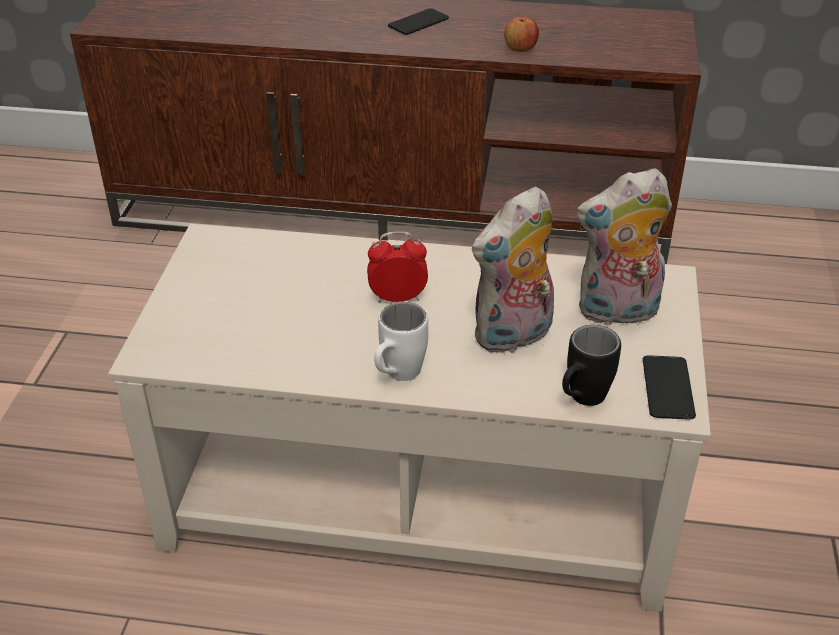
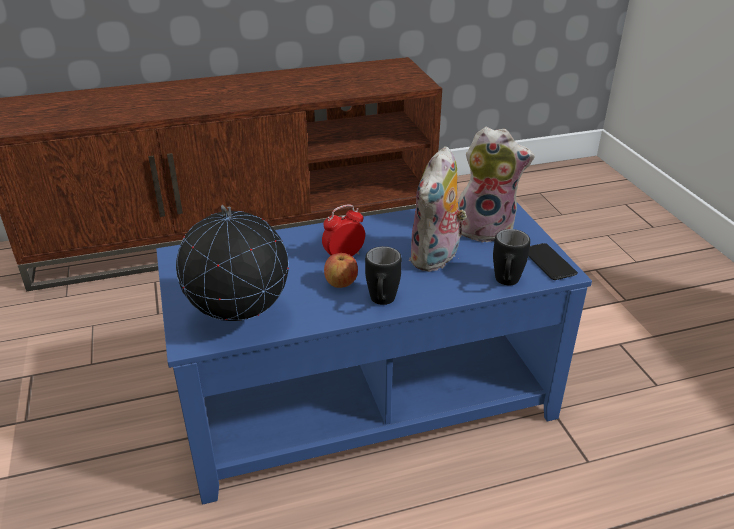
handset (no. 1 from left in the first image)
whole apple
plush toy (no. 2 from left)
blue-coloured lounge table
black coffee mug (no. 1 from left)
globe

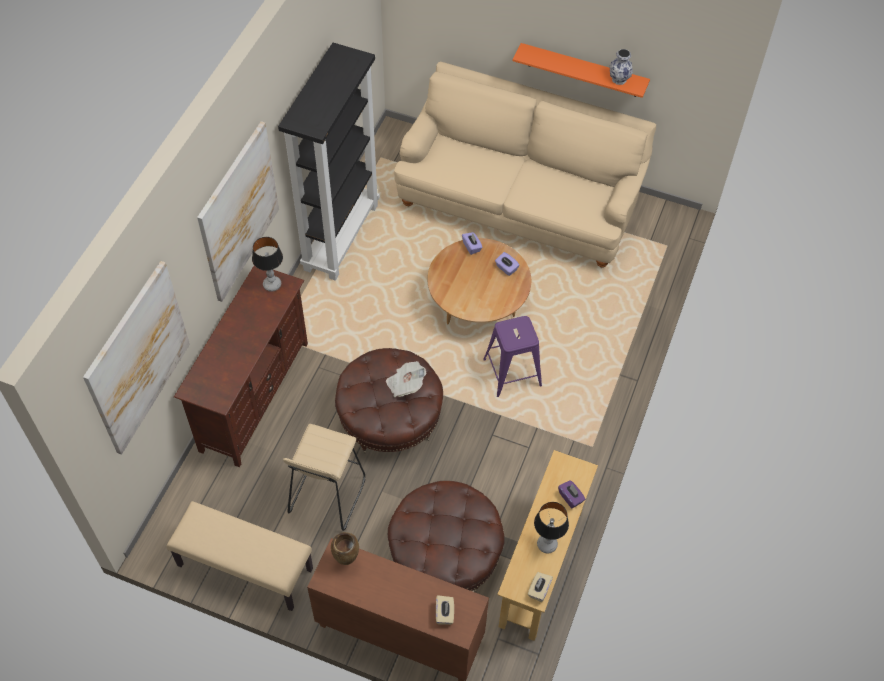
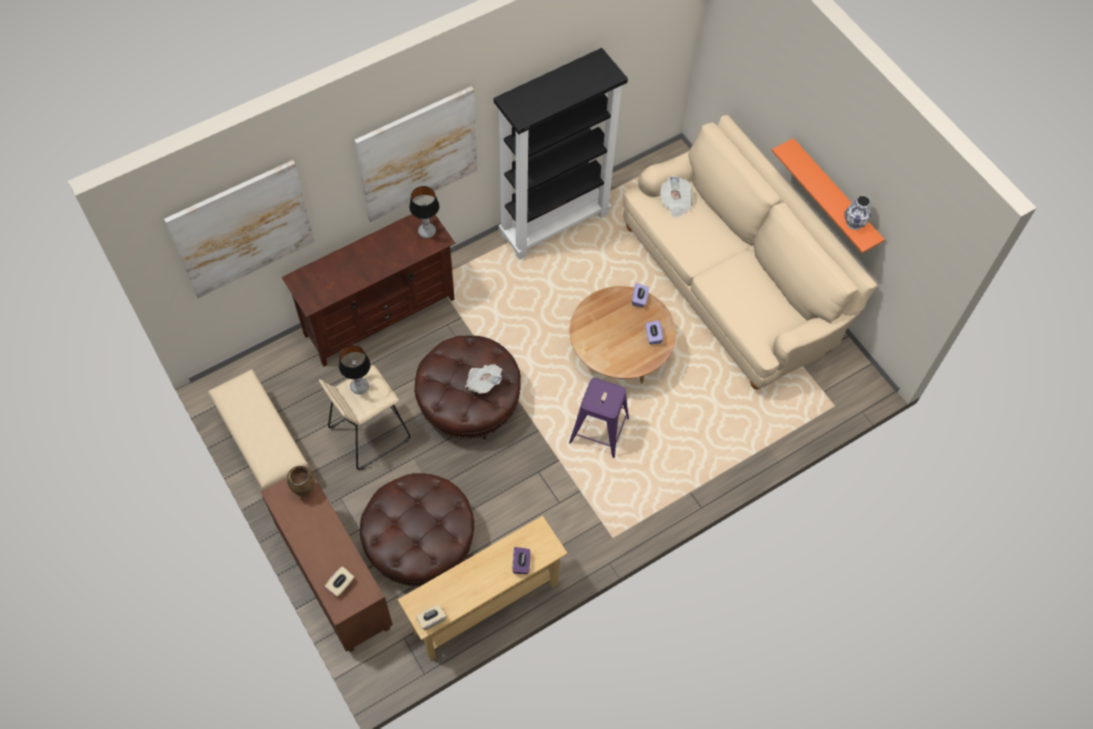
table lamp (no. 1 from left)
printed paper (no. 2 from left)

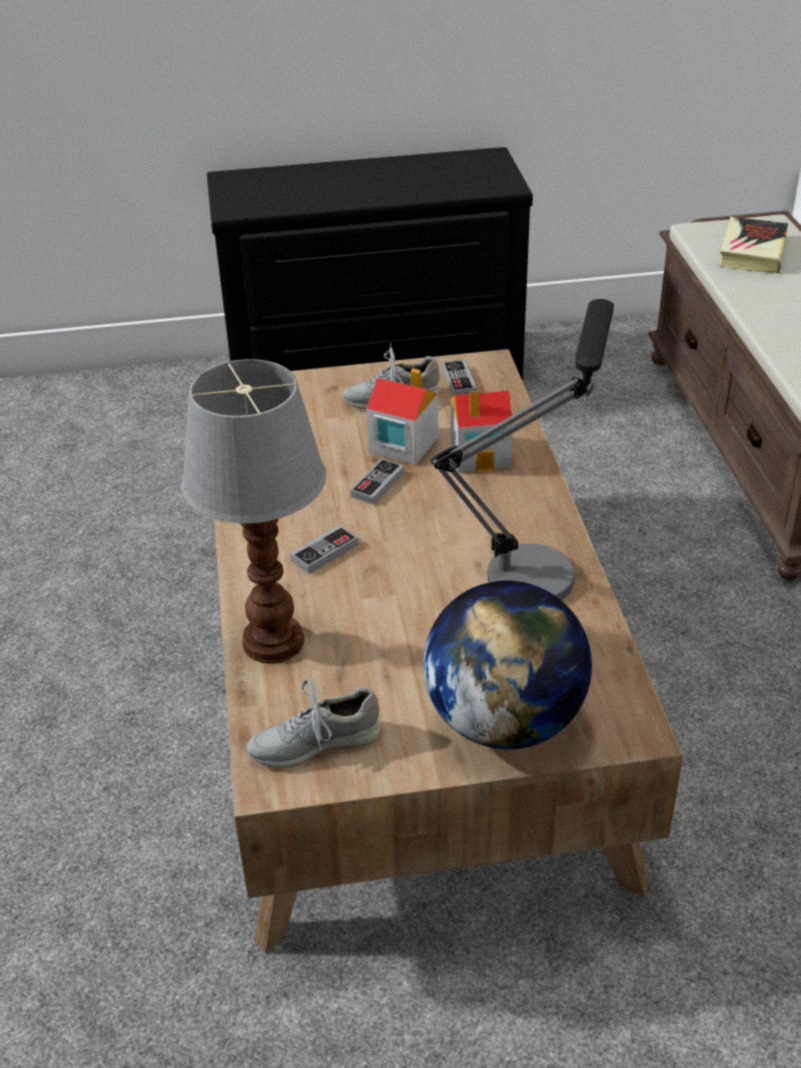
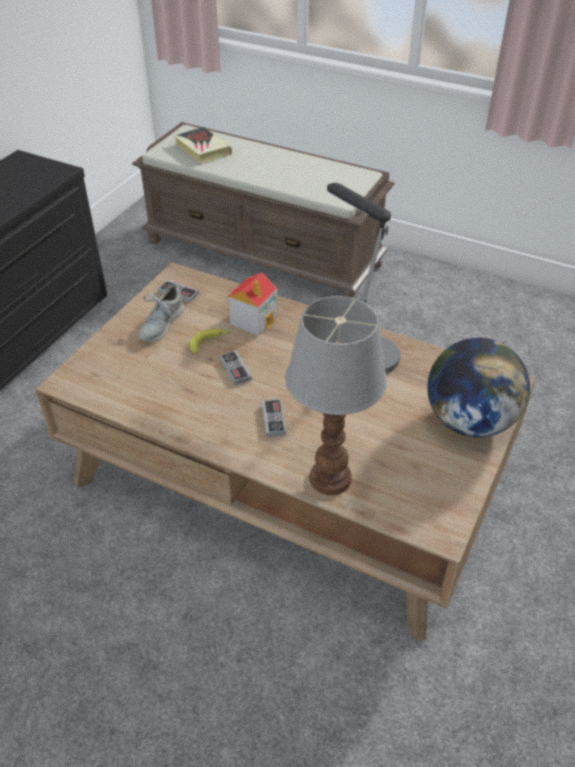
banana fruit
grey shoe (no. 1 from left in the first image)

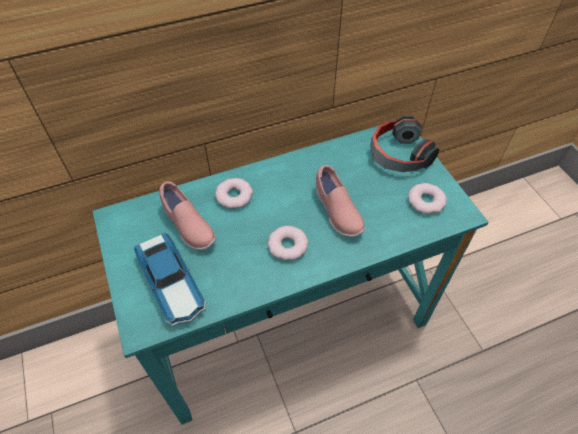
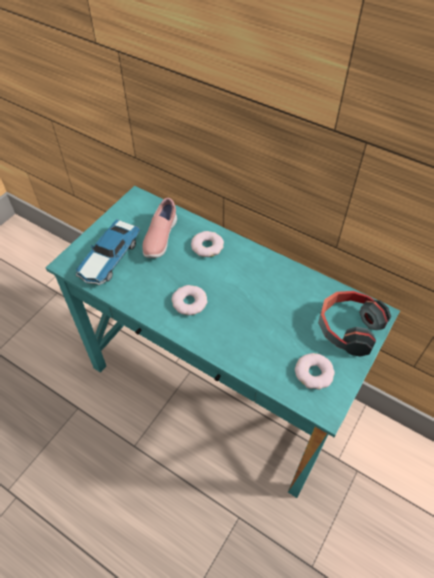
pink-coloured shoe (no. 2 from left in the first image)

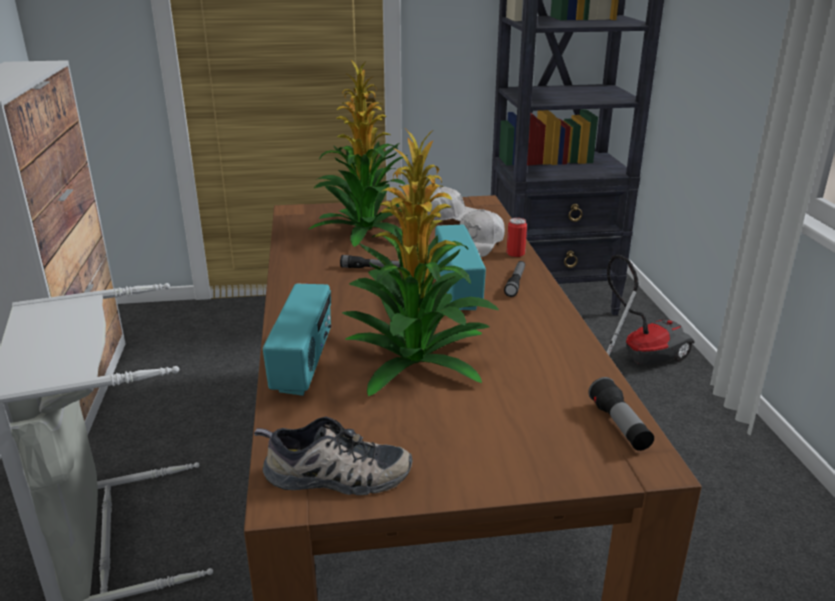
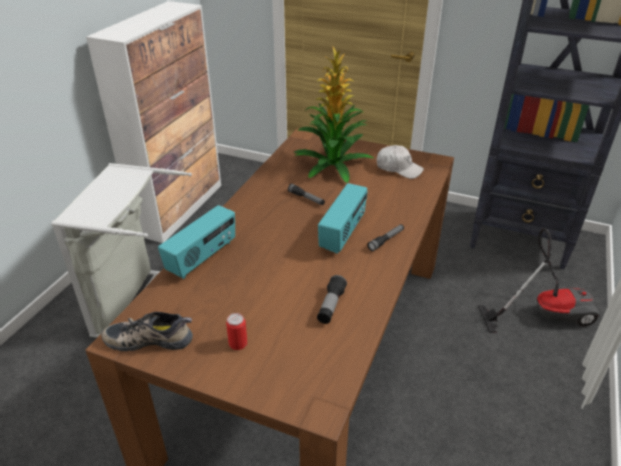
potted plant (no. 2 from left in the first image)
white peaked cap (no. 2 from left in the first image)
can
torch (no. 2 from left)
shoe

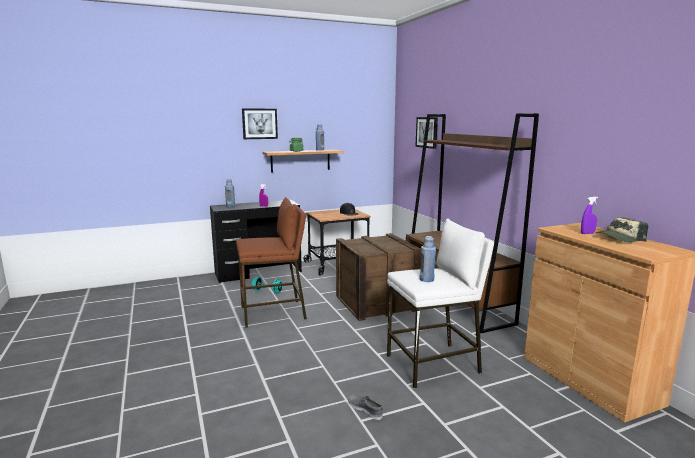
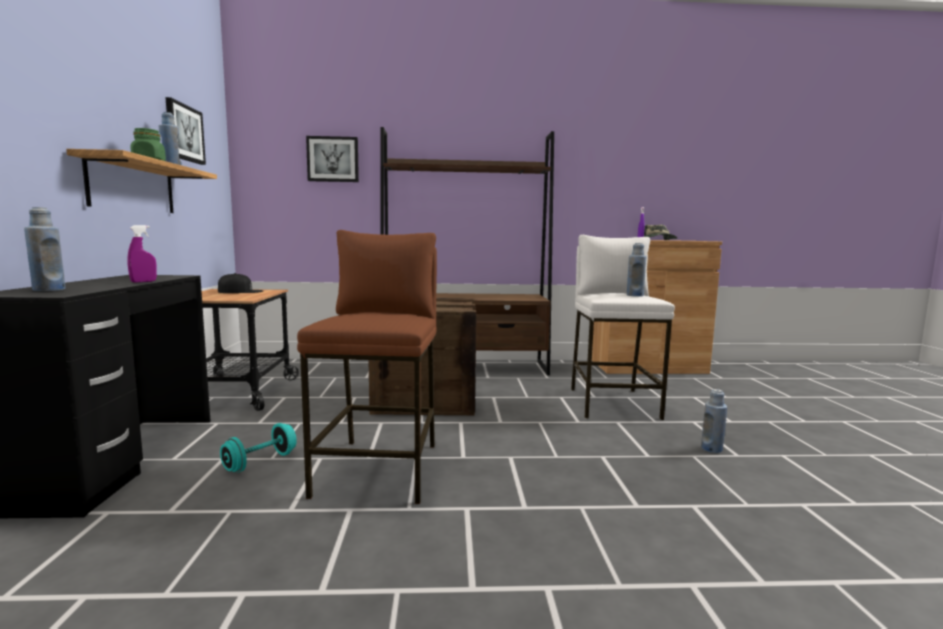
picture (no. 1 from left)
blue-coloured bottle (no. 4 from left)

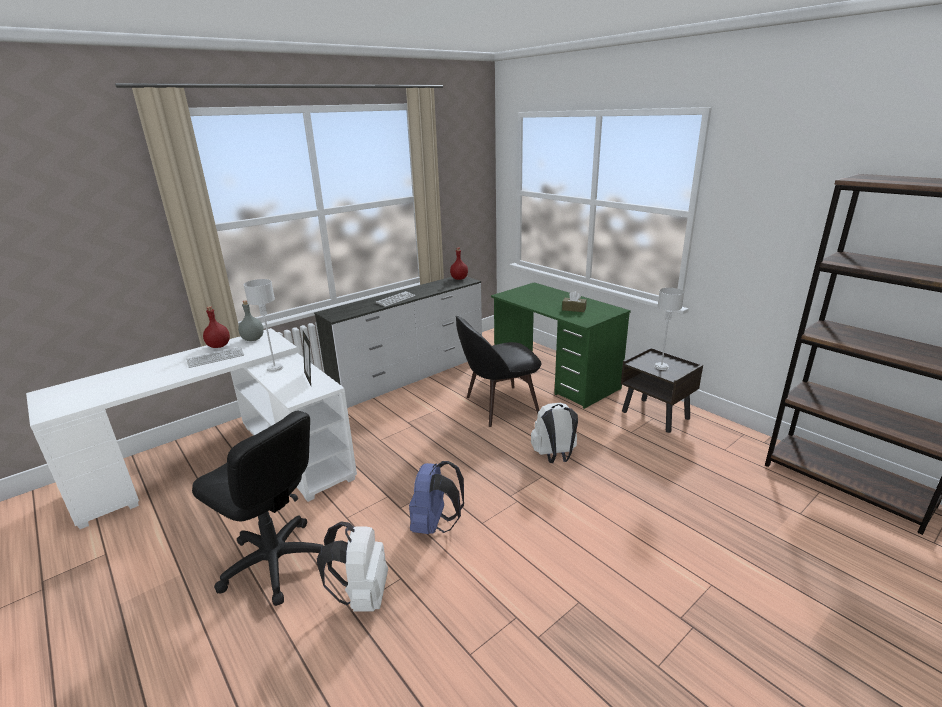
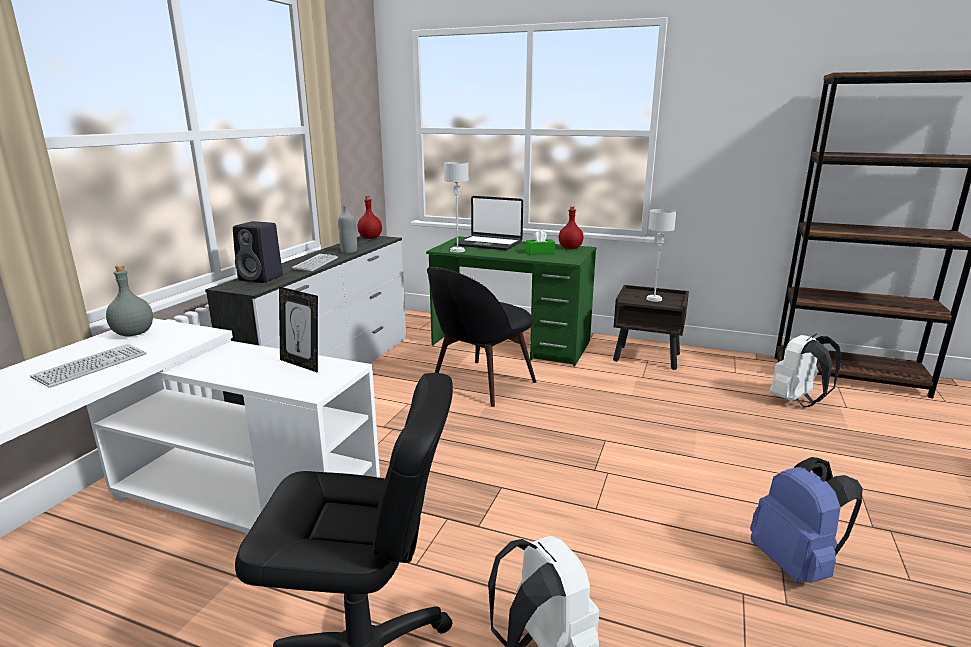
grey table lamp (no. 1 from left)
greenish tissue holder
red bottle (no. 2 from left)
white backpack (no. 2 from left)
blue-coloured backpack
laptop
grey bottle (no. 2 from left)
black audio speaker

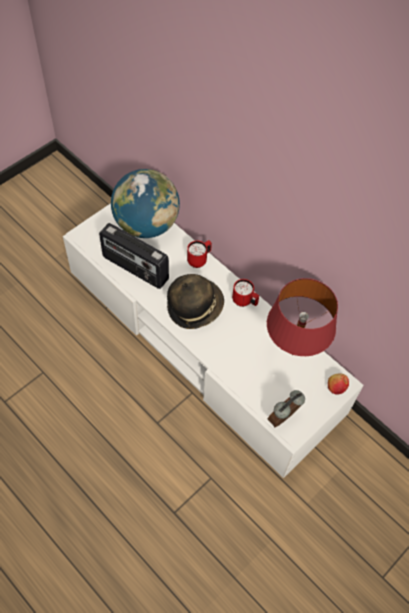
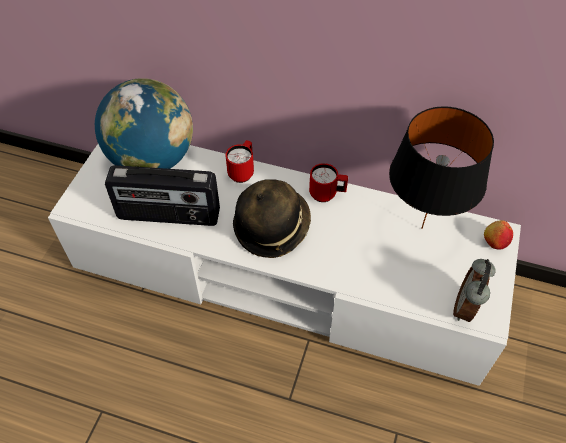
black table lamp

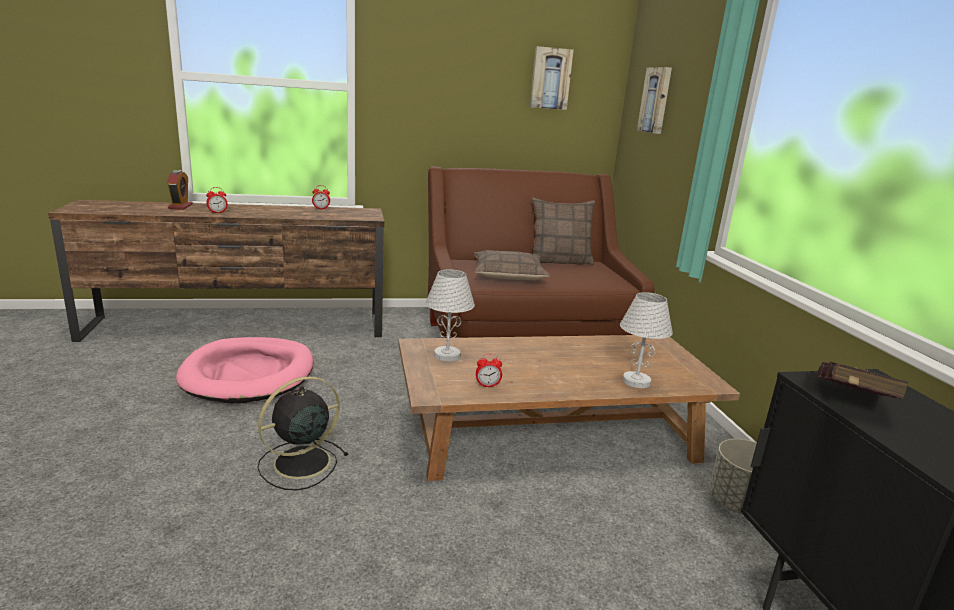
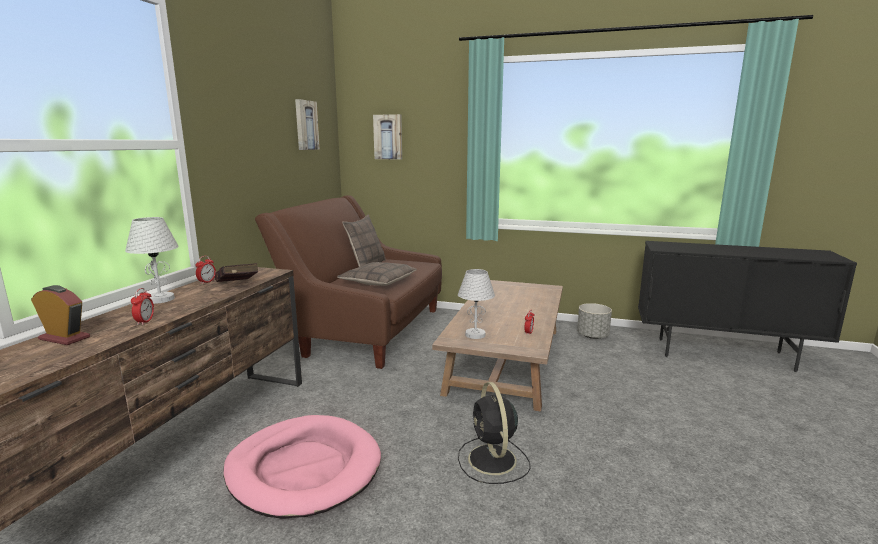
white table lamp (no. 1 from left)
red book

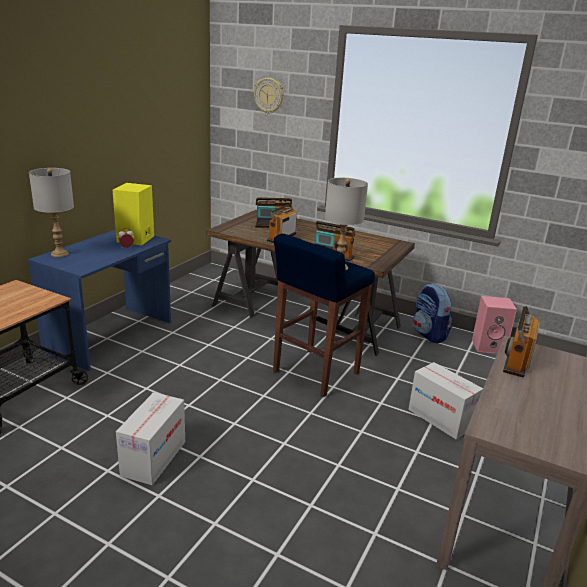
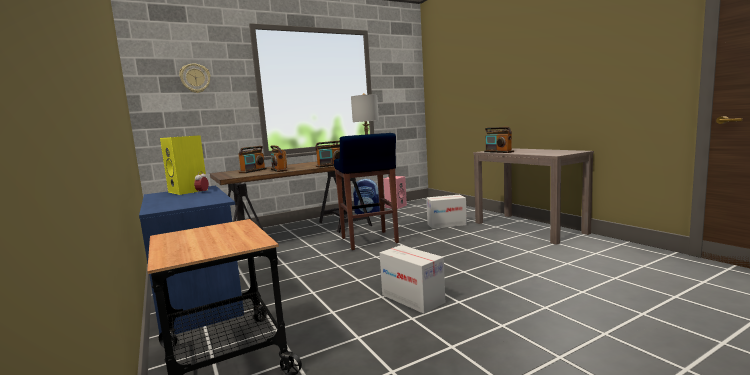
grey table lamp (no. 1 from left in the first image)

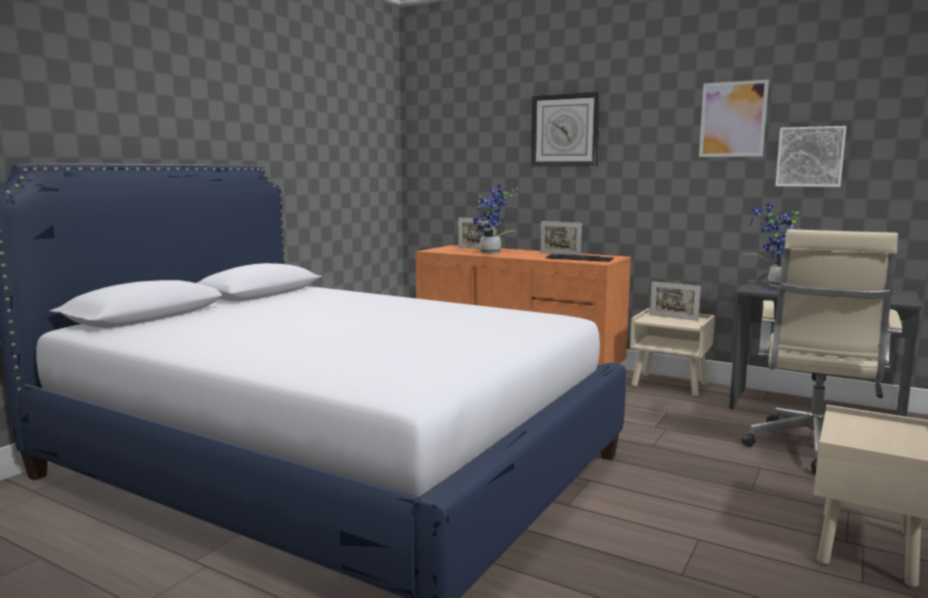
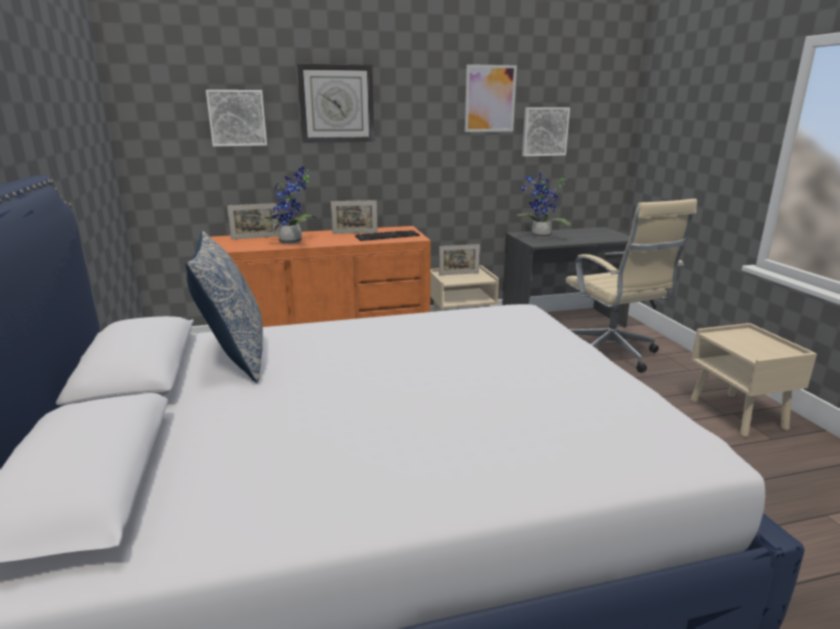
picture (no. 1 from left)
pillow

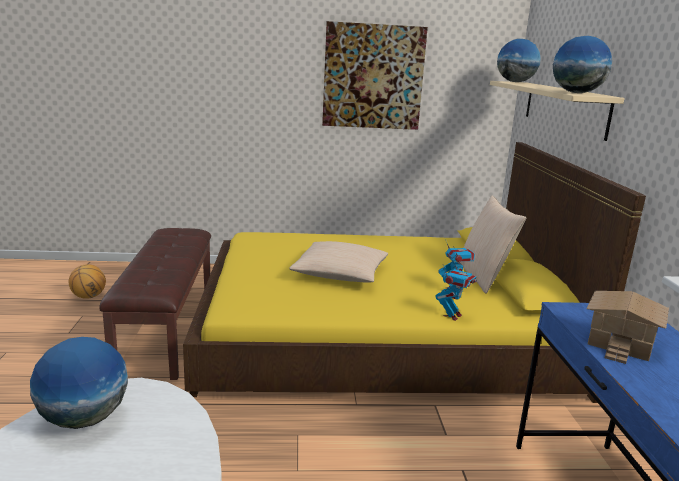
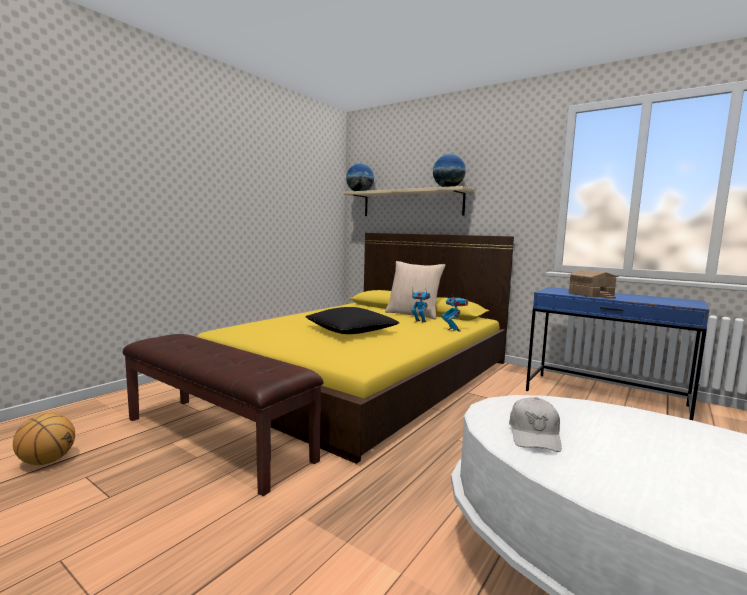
picture
black pillow
white peaked cap

